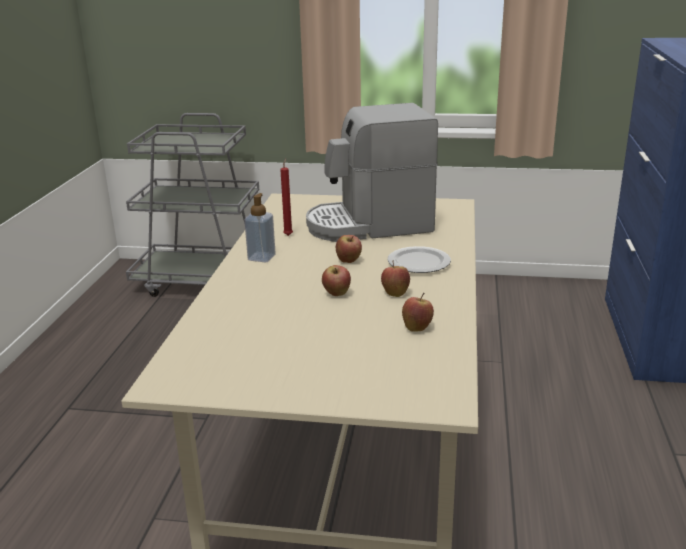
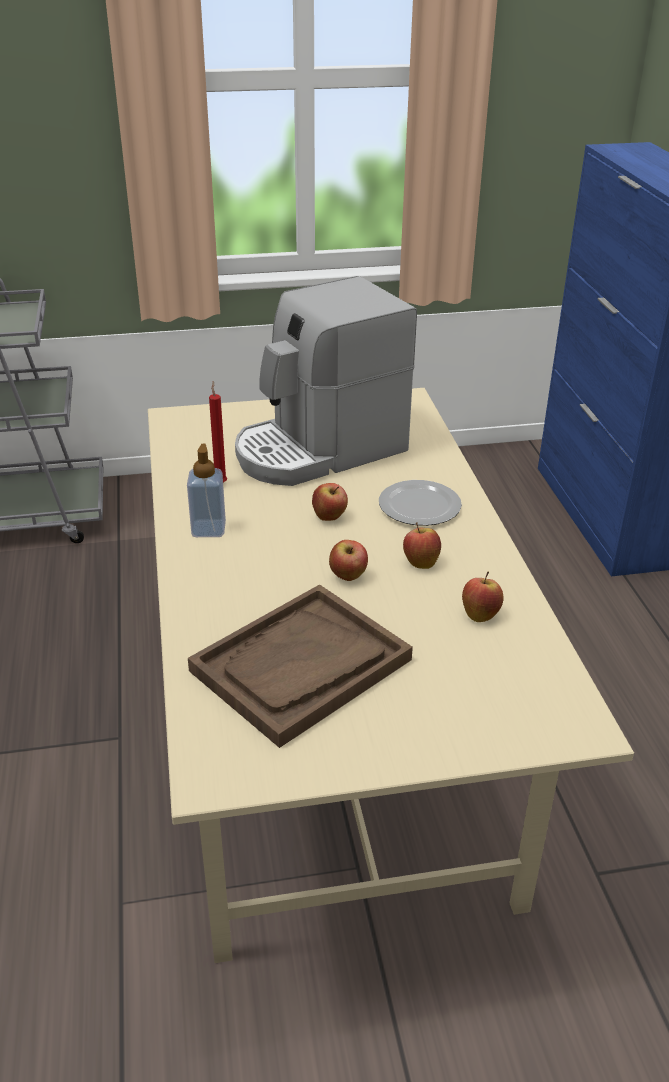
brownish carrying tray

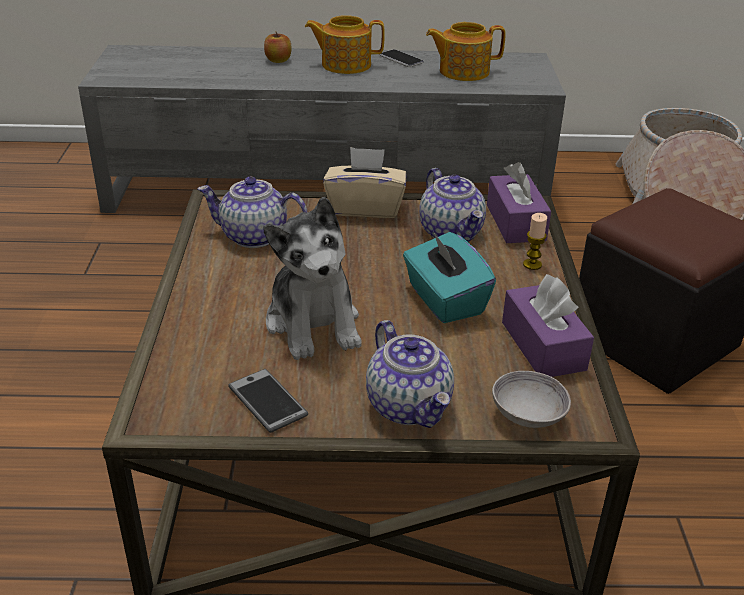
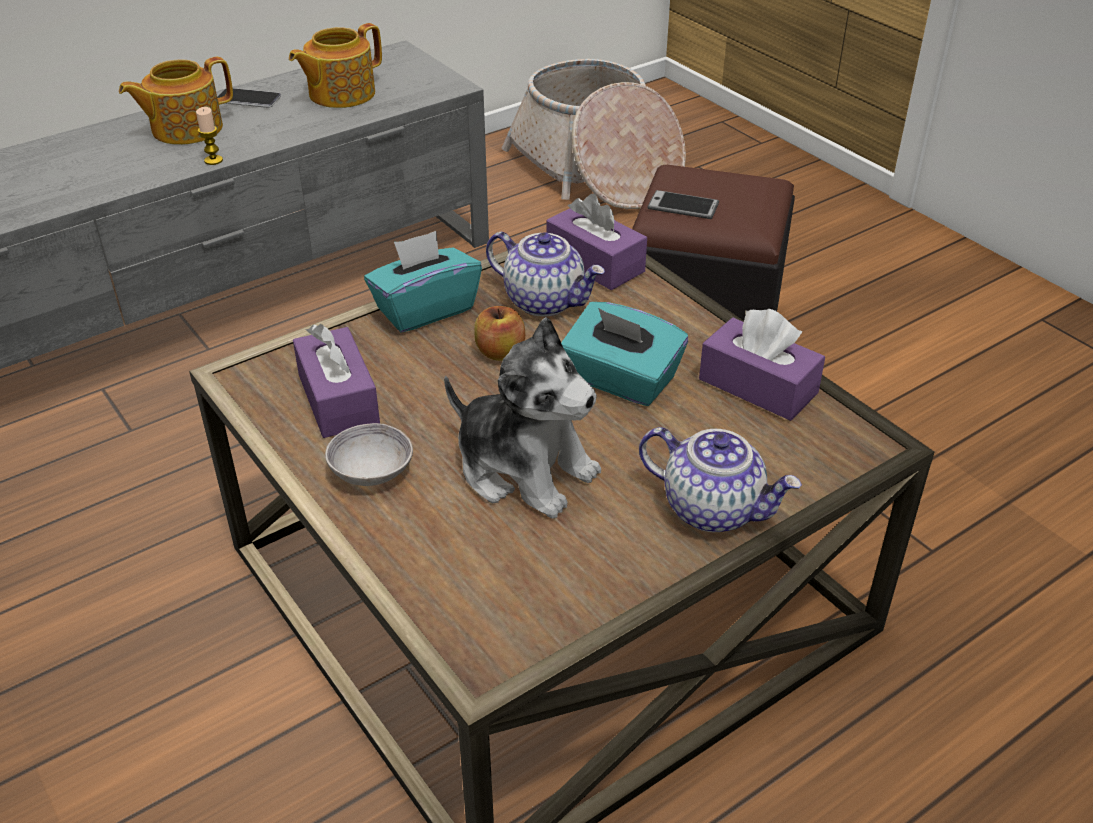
whole apple
turquoise-coloured tissue holder (no. 1 from left)
purplish tissue holder (no. 1 from left)
candle
handset (no. 2 from left)
grey serving bowl

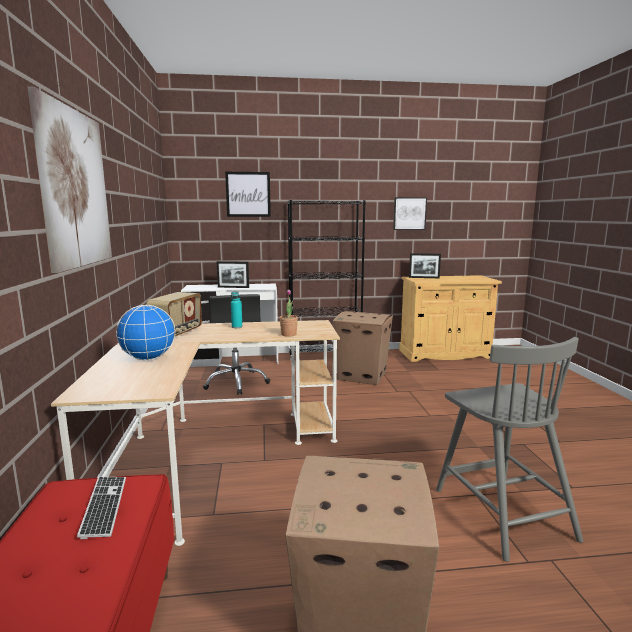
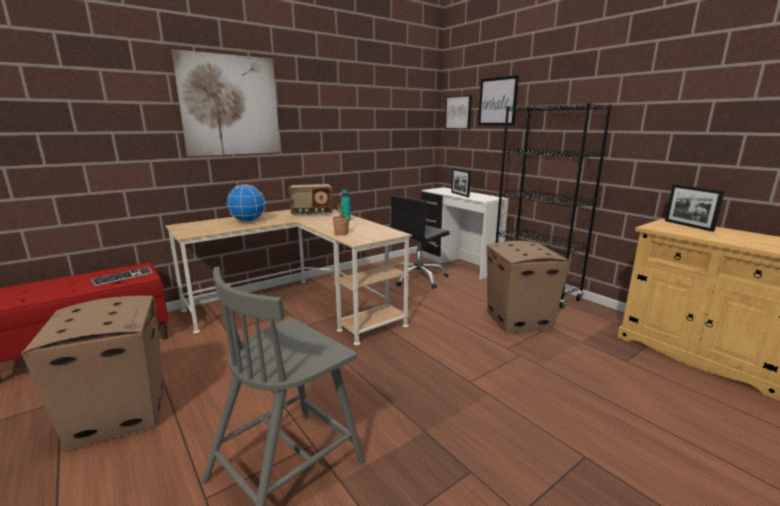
picture (no. 2 from left)

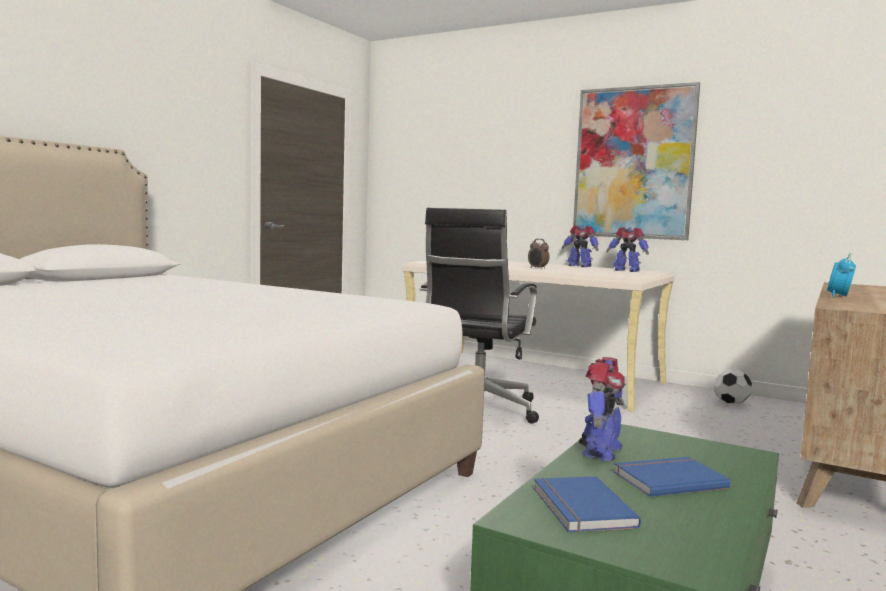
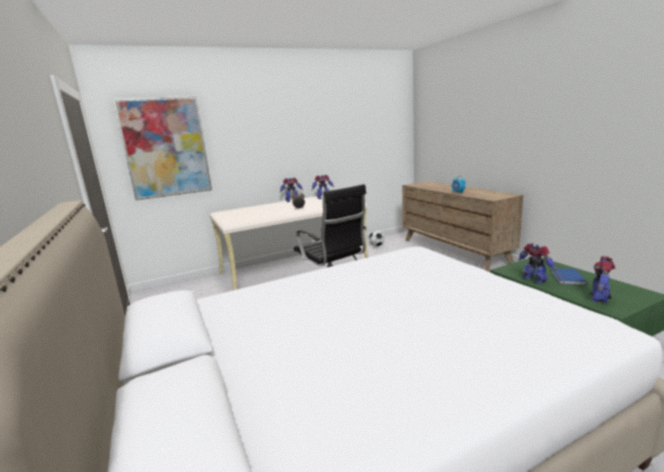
picture
model robot (no. 4 from left)

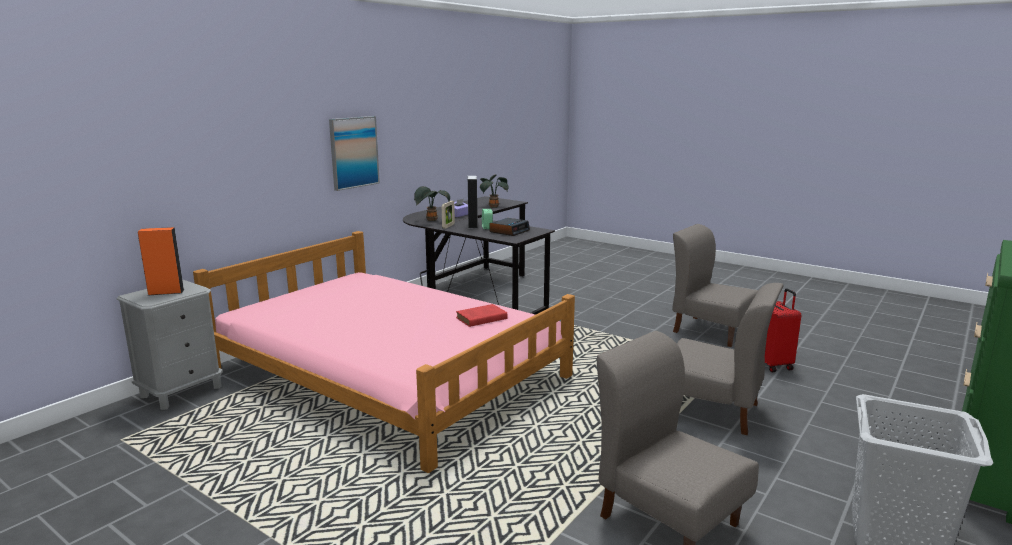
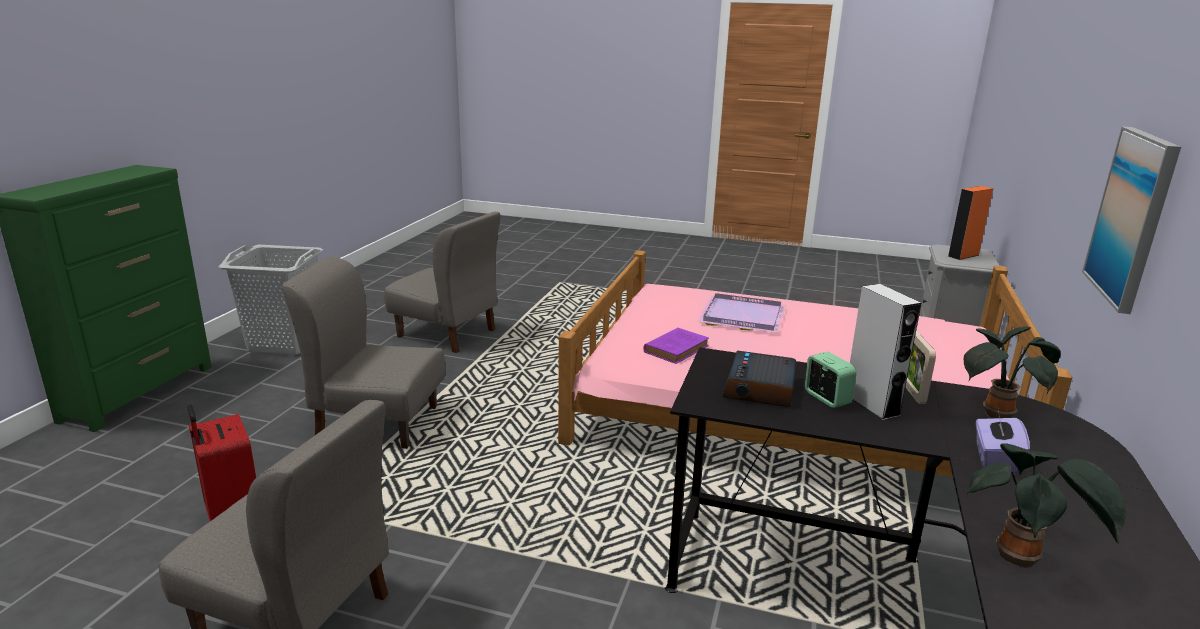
purplish book
purplish carrying tray

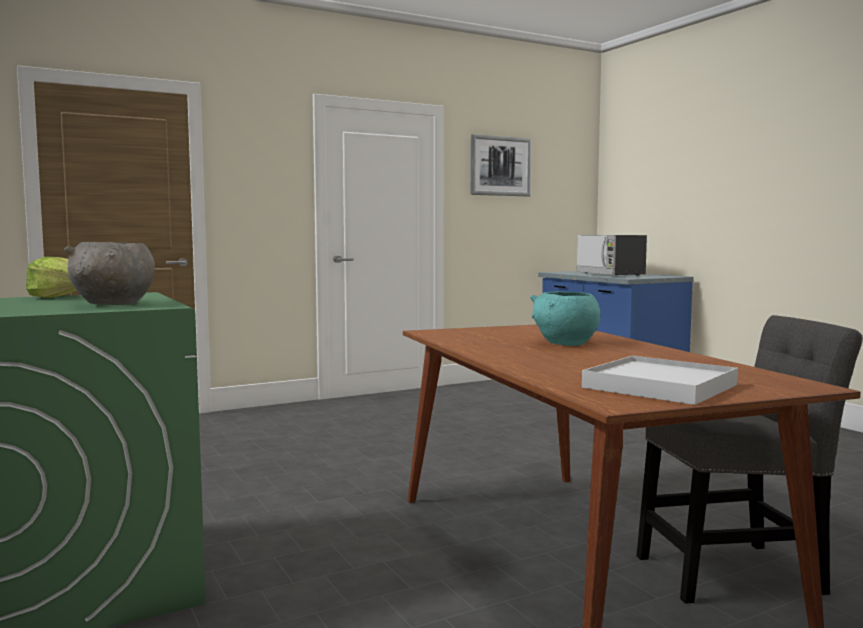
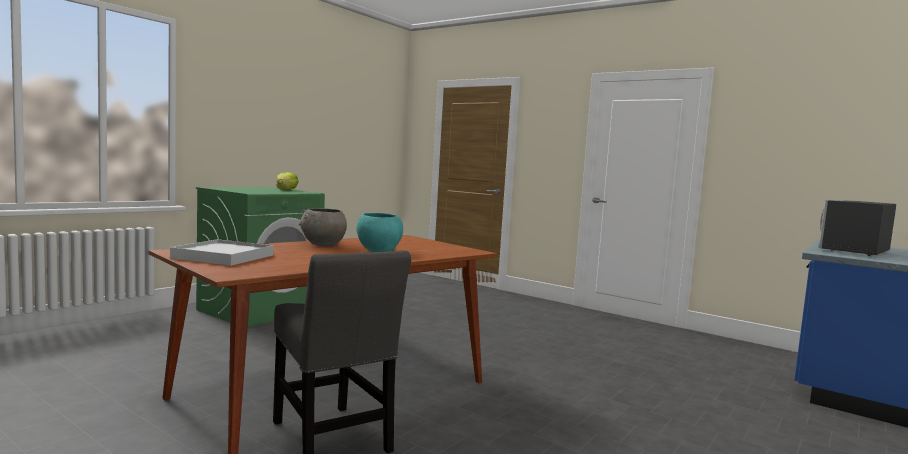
picture
grey serving bowl

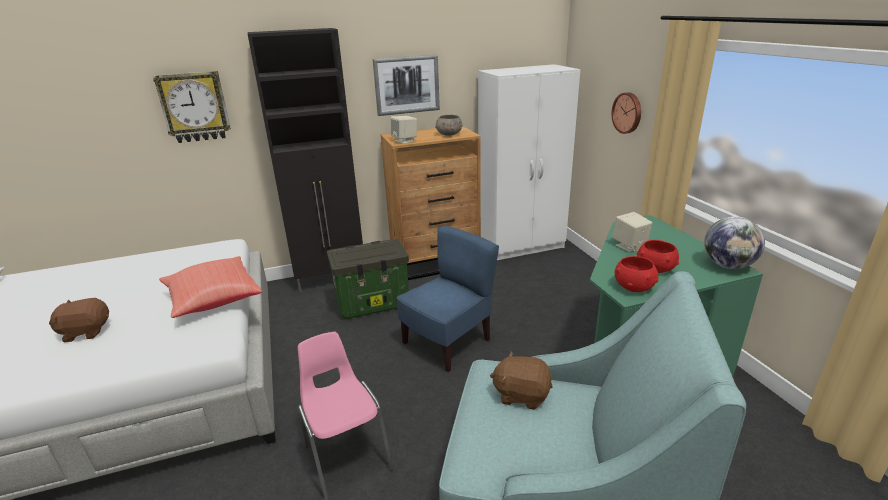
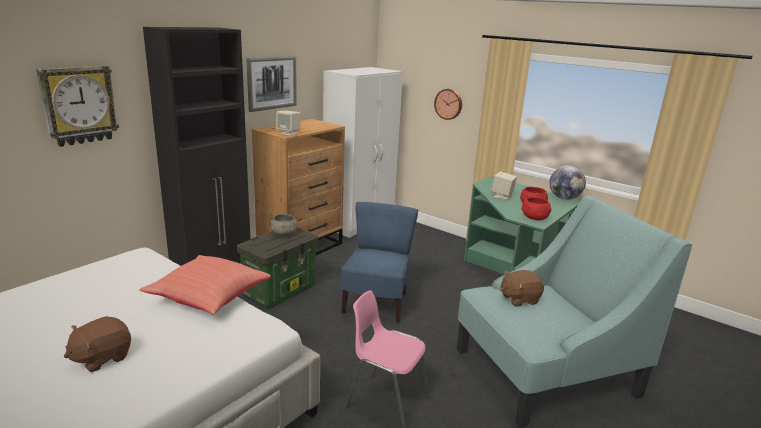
grey serving bowl

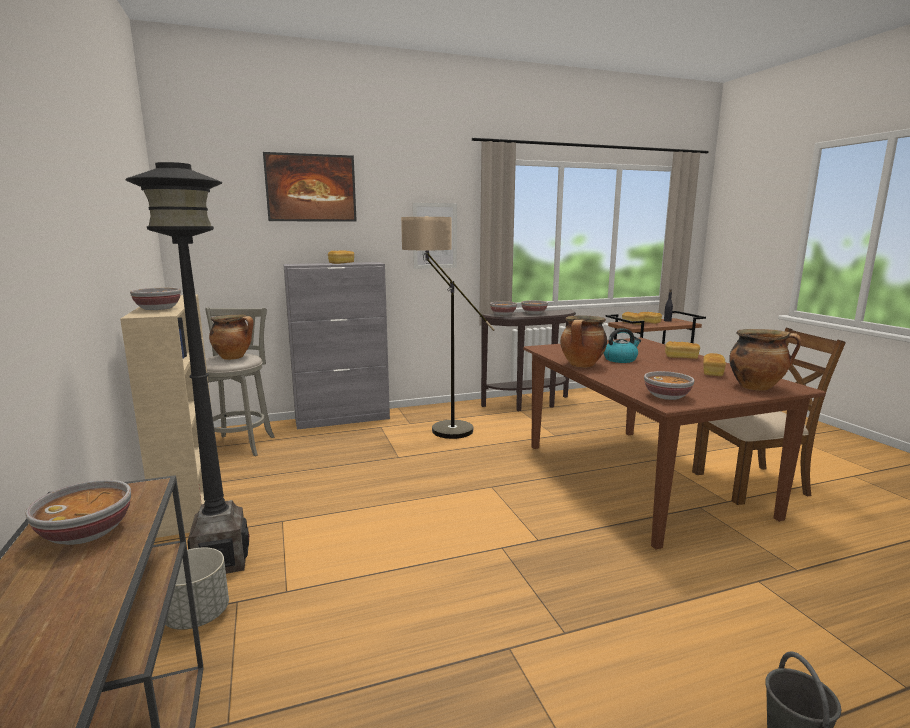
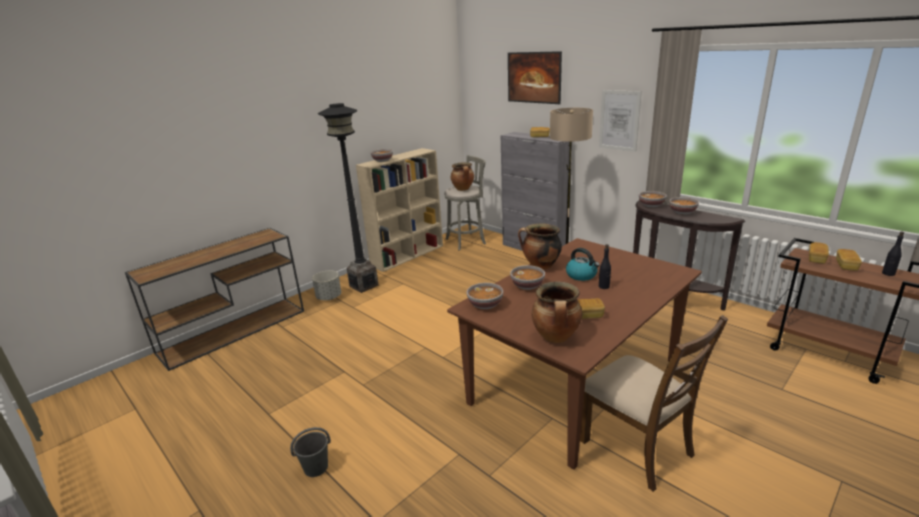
bakery bread (no. 4 from left in the first image)
serving bowl (no. 3 from left)
black bottle (no. 1 from left)

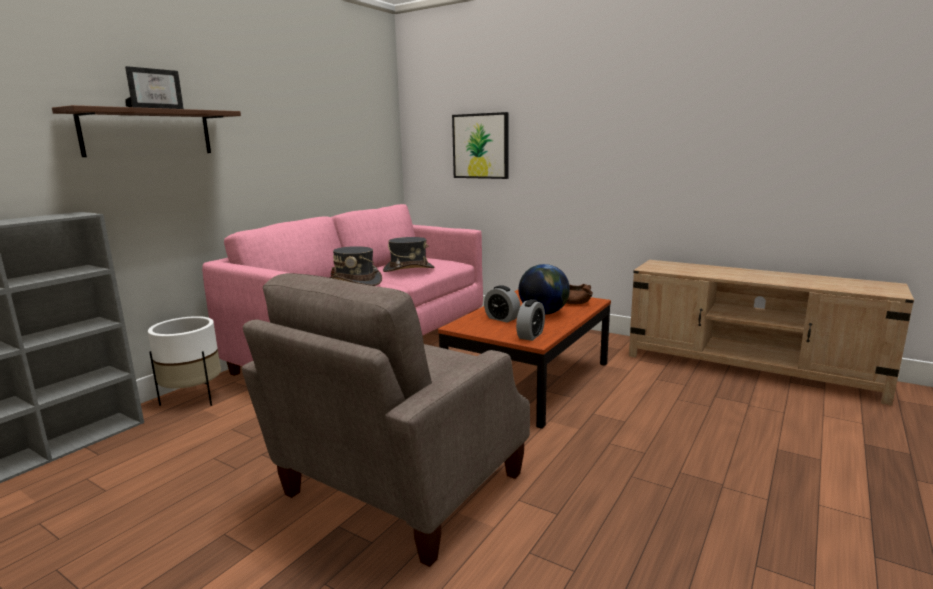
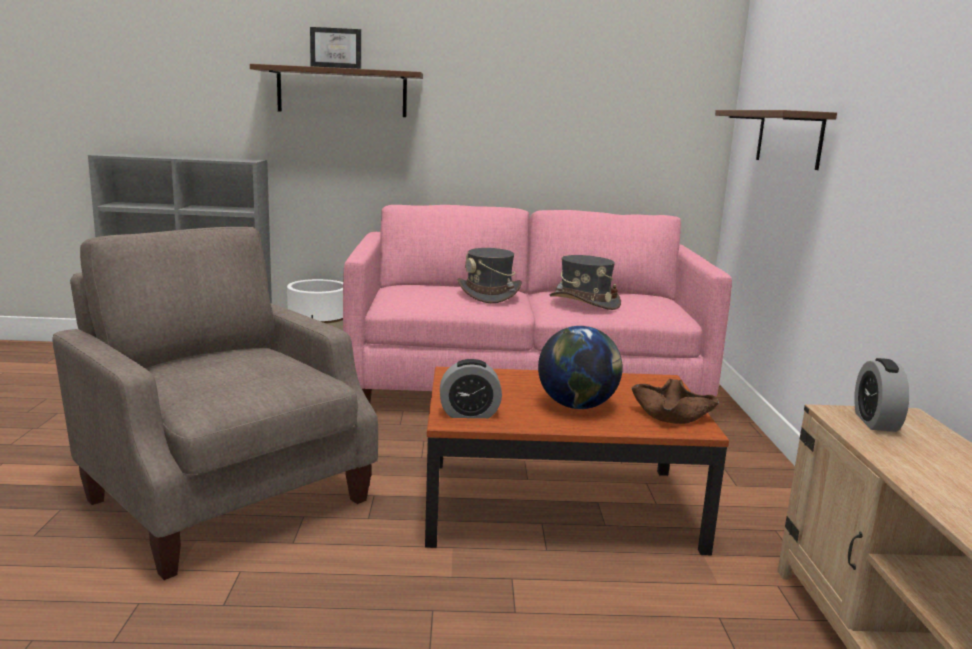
brownish wall shelf (no. 2 from left)
sand-coloured lounge chair
bedside clock (no. 2 from left)

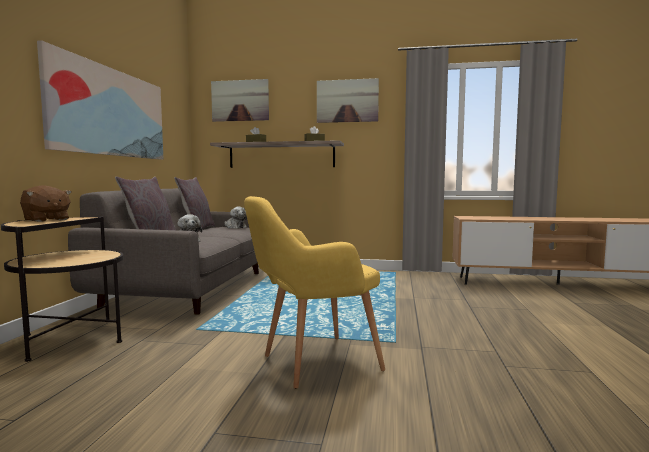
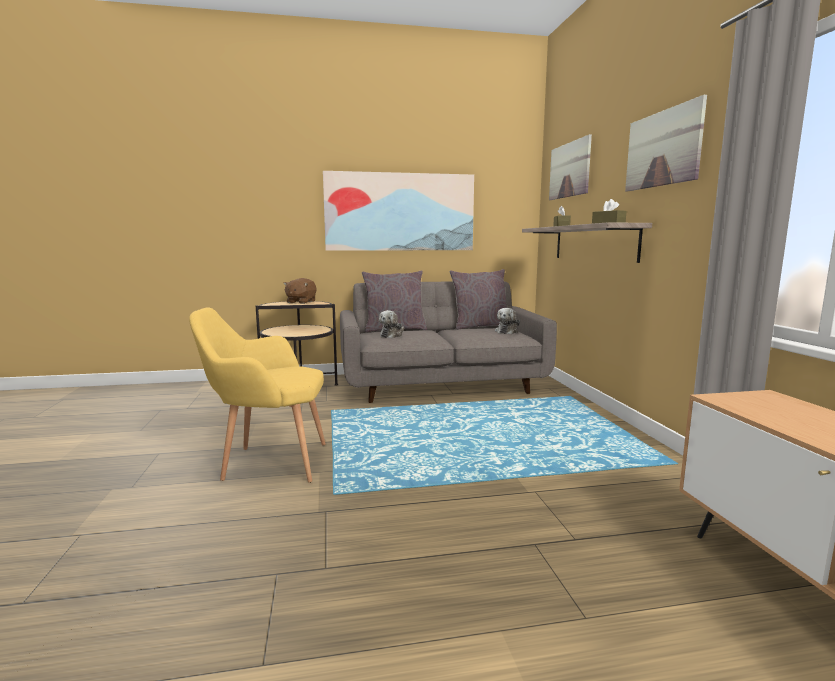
yellowish lounge chair

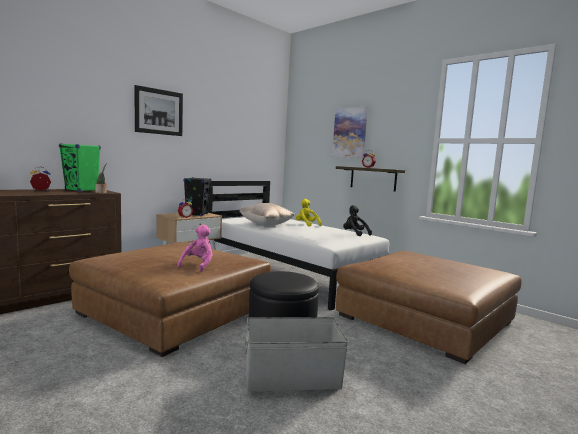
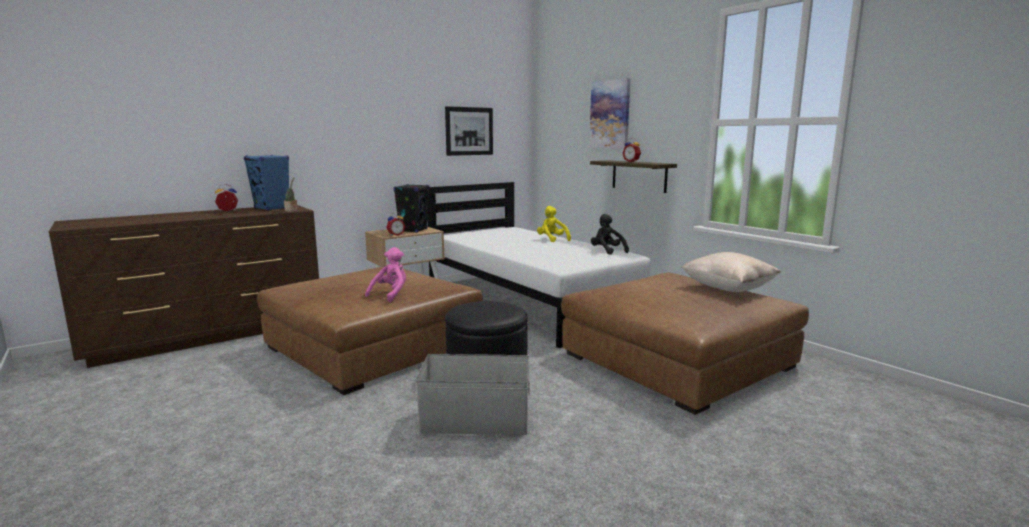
picture (no. 1 from left)
blue-coloured audio speaker
sand-coloured pillow

